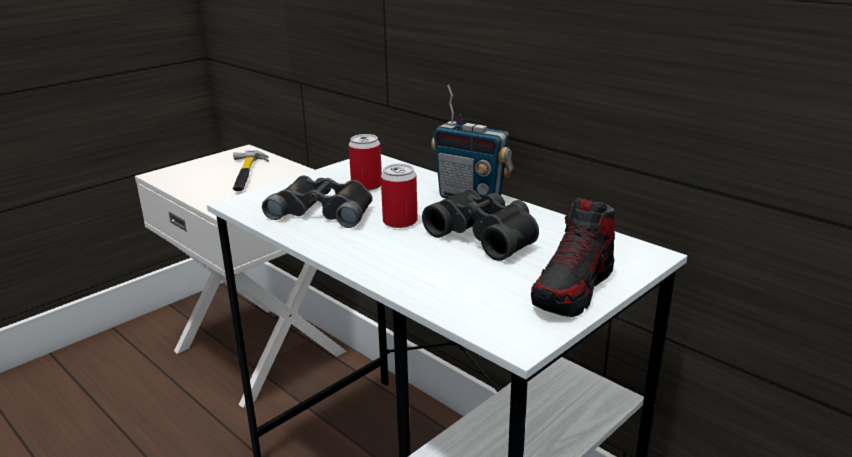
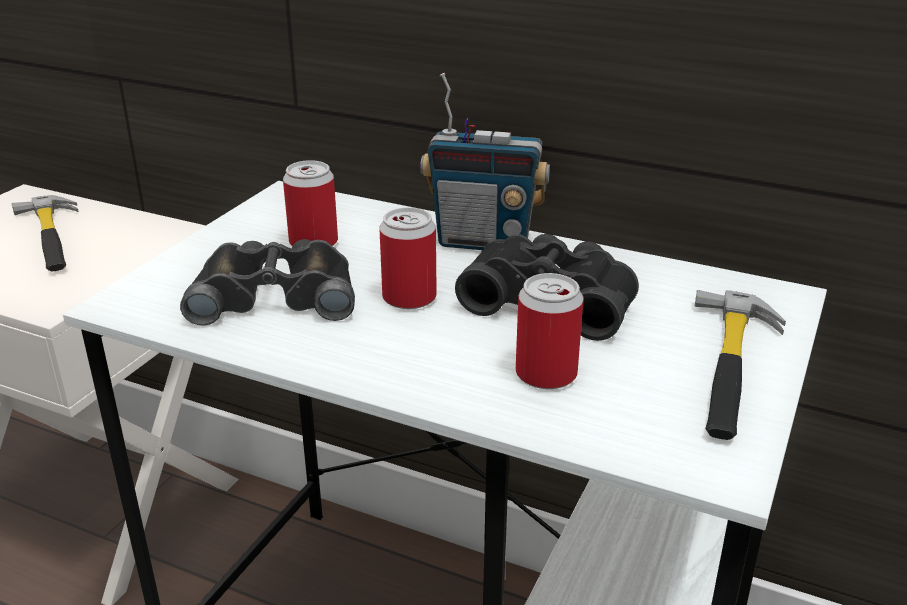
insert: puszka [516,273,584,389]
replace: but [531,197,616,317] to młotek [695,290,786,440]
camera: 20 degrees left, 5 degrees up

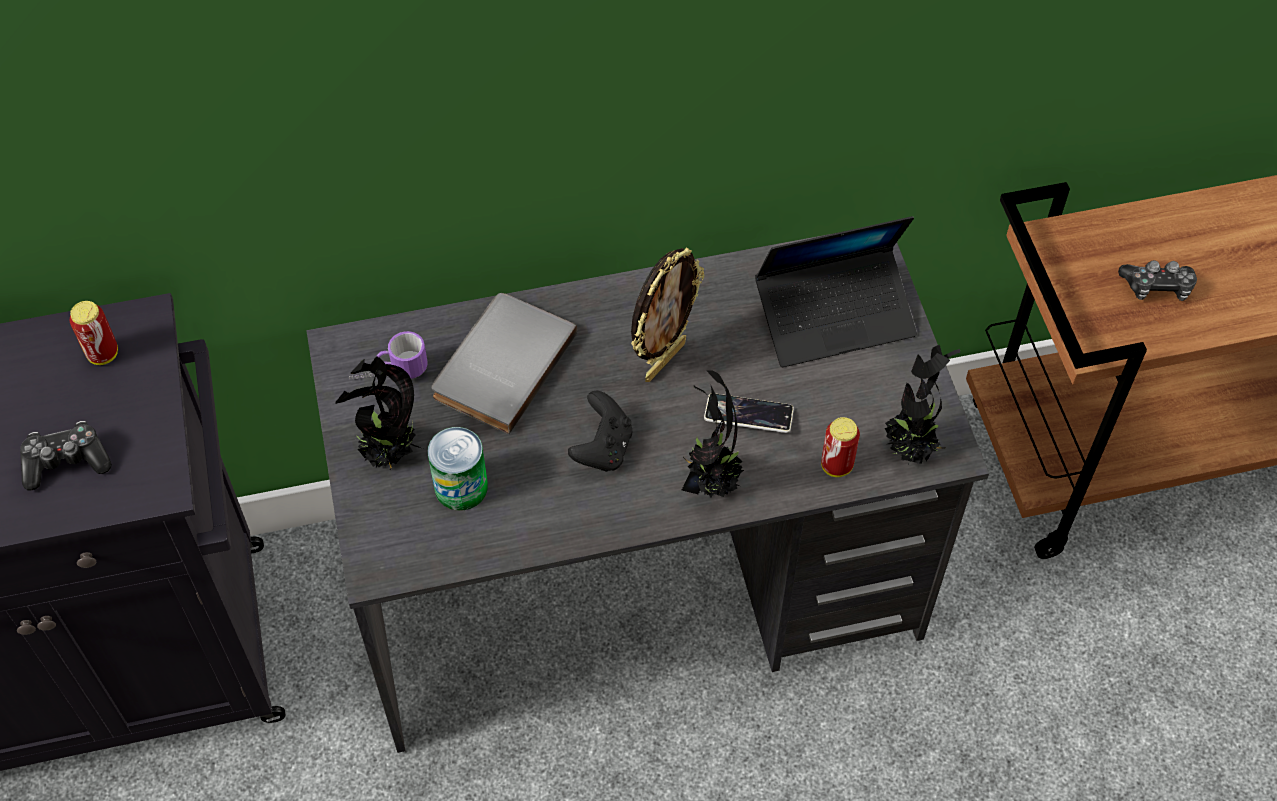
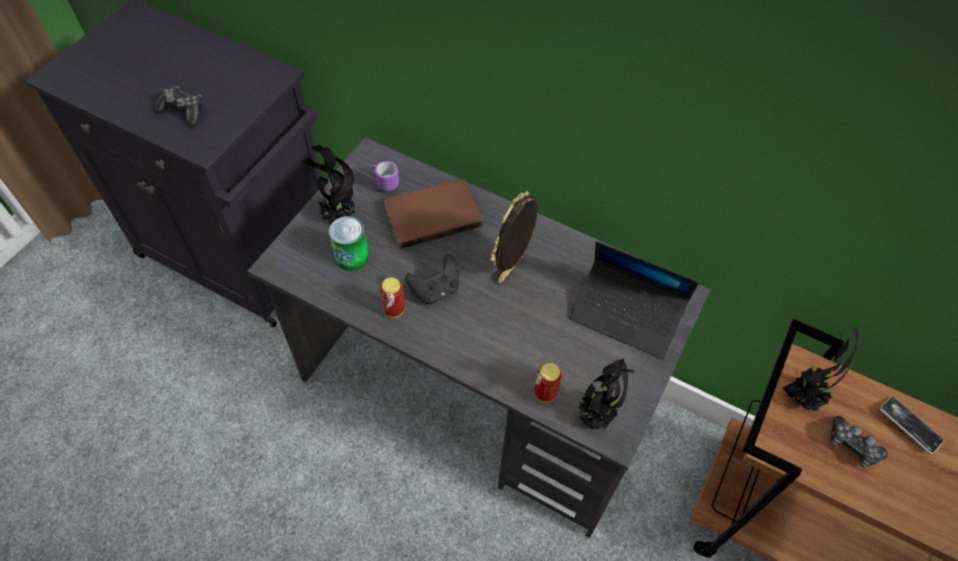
move: puszka [70,301,118,365] to [380,278,405,318]; roślina doniczkowa [682,370,744,497] to [783,327,859,411]; telefon [704,393,794,433] to [880,397,944,454]
recolor: książka [szary] [431,293,578,434] to książka [brązowy] [384,179,483,249]
rotate: ramka na zdjęcie [631,248,704,382] = [490,191,537,283] 135 degrees clockwise
camera: 40 degrees right, 0 degrees up

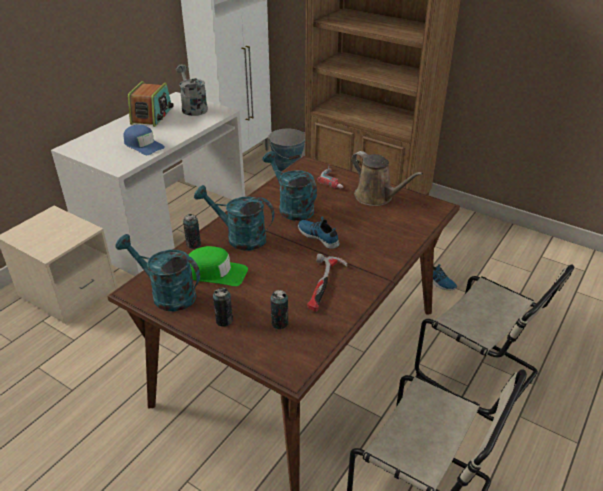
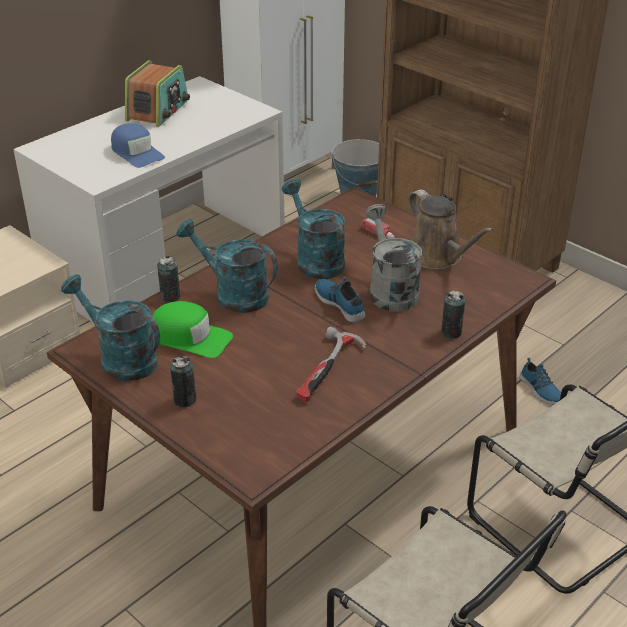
move: konewka [szary] [176,64,208,116] to [365,204,422,312]; puszka [270,290,288,329] to [441,290,465,339]
camera: 10 degrees right, 0 degrees up

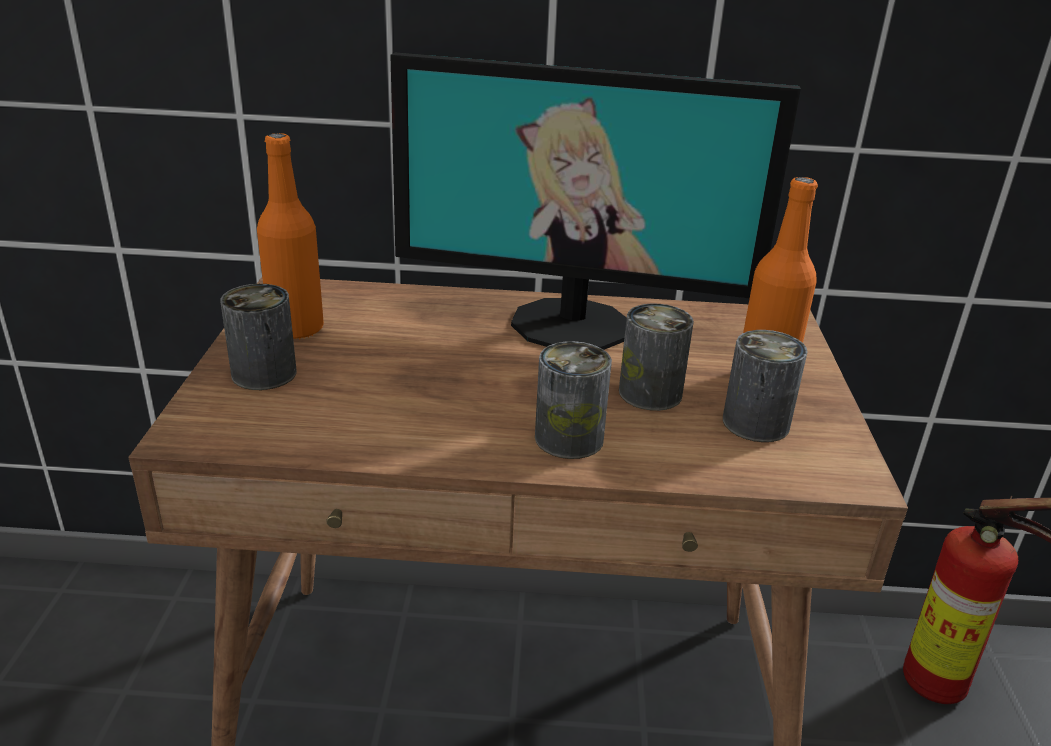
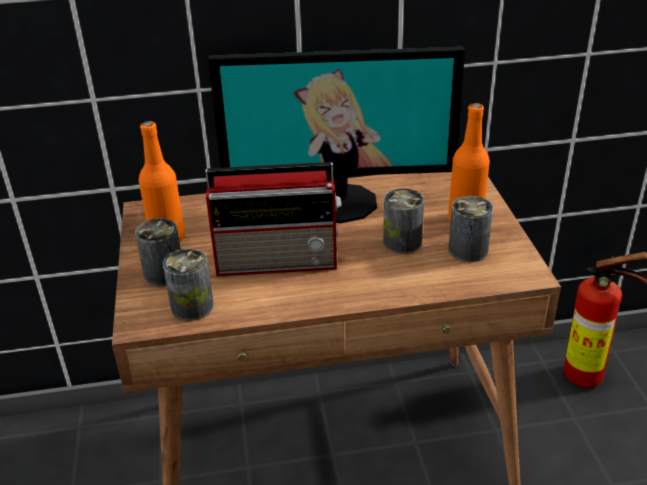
insert: radio [205,162,342,276]
move: puszka [535,341,612,459] to [163,248,214,321]
camera: 10 degrees left, 5 degrees up

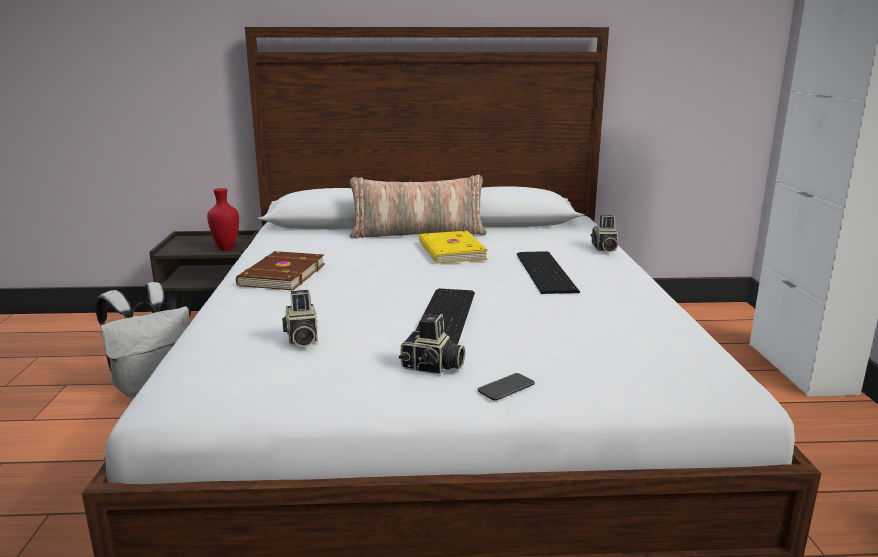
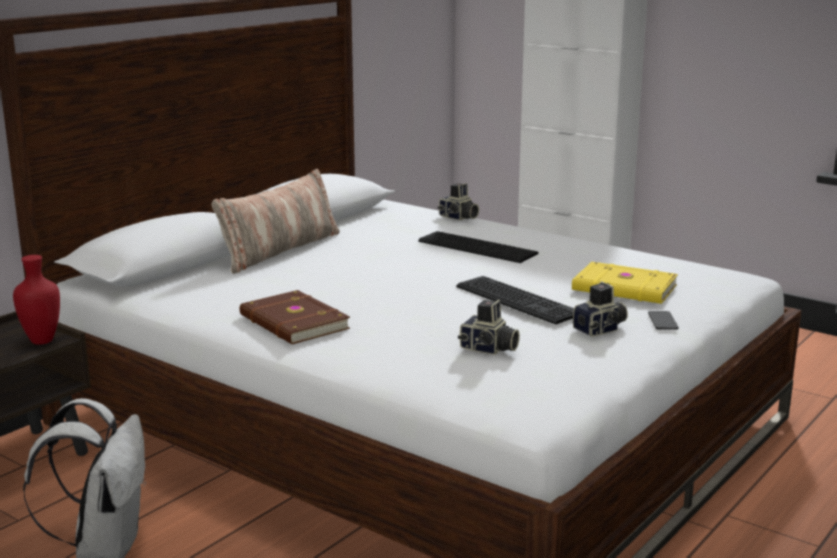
move: książka [żółty] [419,231,488,264] to [572,262,678,304]
camera: 50 degrees left, 0 degrees up

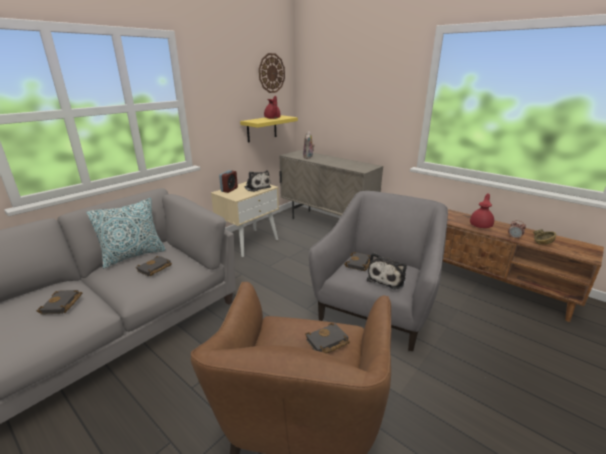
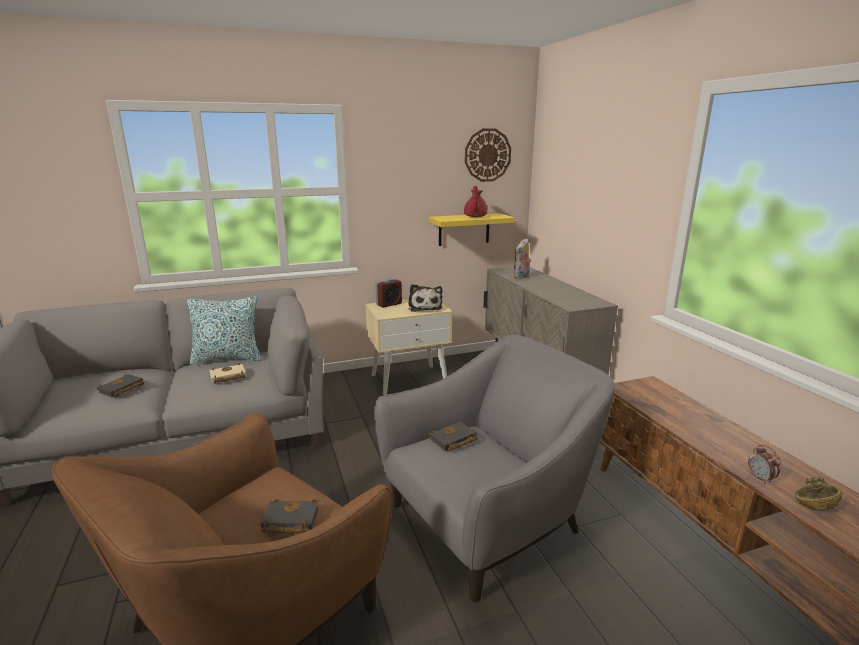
delete: imbryk [czerwony] [470,193,494,228]; pluszak [367,253,407,290]
recolor: książka [czarny] [136,256,172,276] to książka [beżowy] [209,364,246,384]
camera: 30 degrees right, 5 degrees down

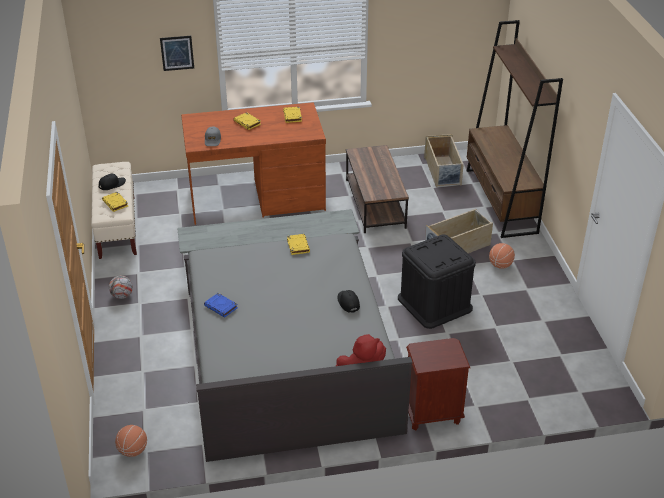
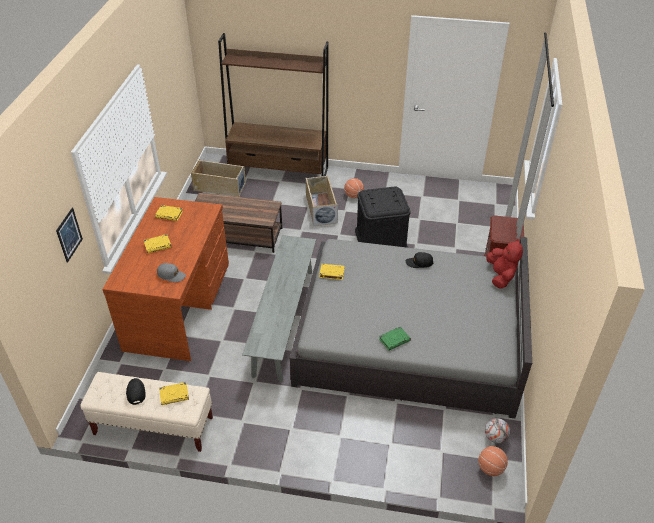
move: piłka futbolowa [109,275,133,299] to [485,418,510,444]
recolor: książka [niebieski] [204,293,238,318] to książka [zielony] [379,327,411,351]
camera: 70 degrees left, 5 degrees up

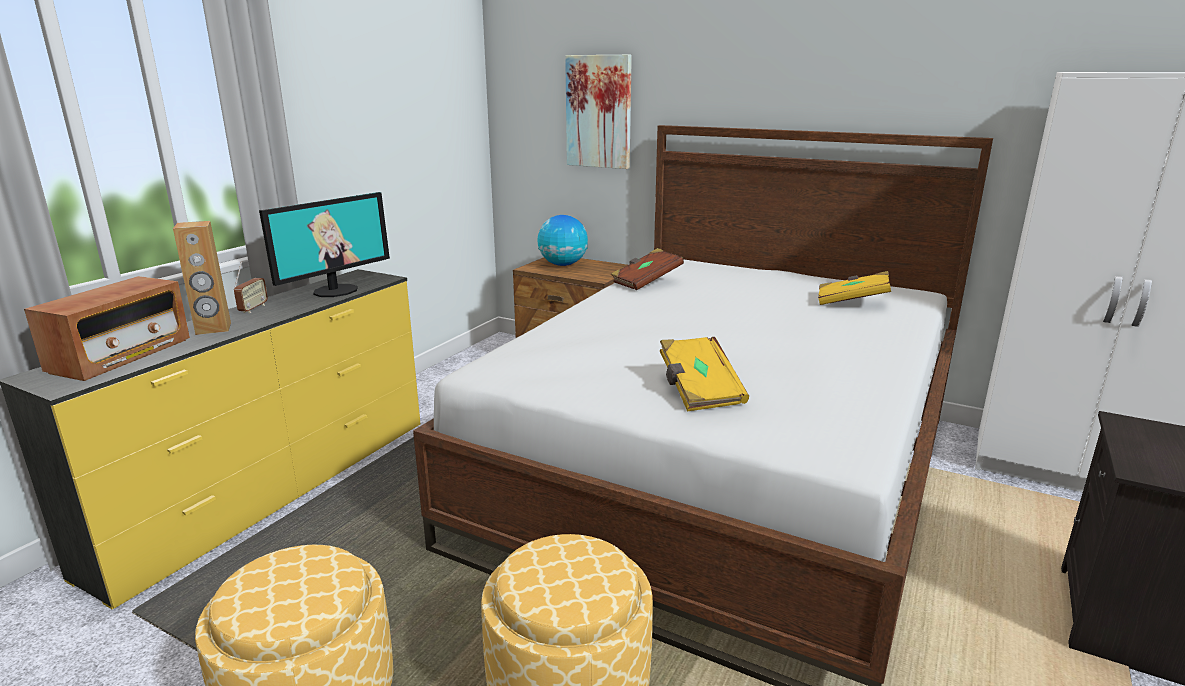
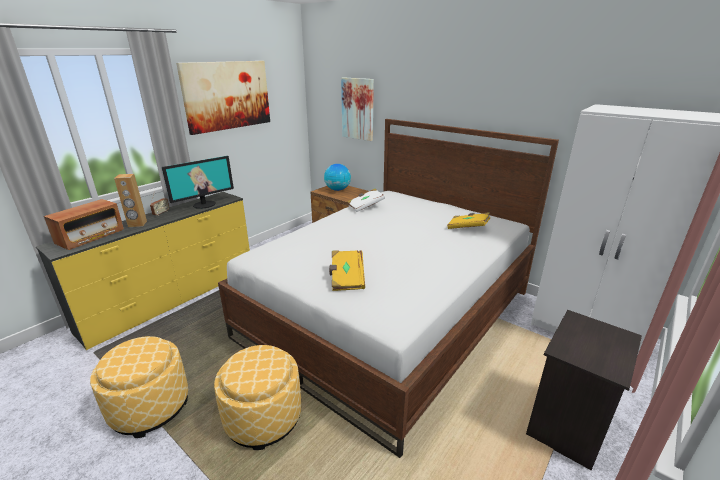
insert: obraz [176,61,270,135]
recolor: książka [brązowy] [611,248,684,290] to książka [biały] [347,189,385,212]
camera: 10 degrees right, 5 degrees up

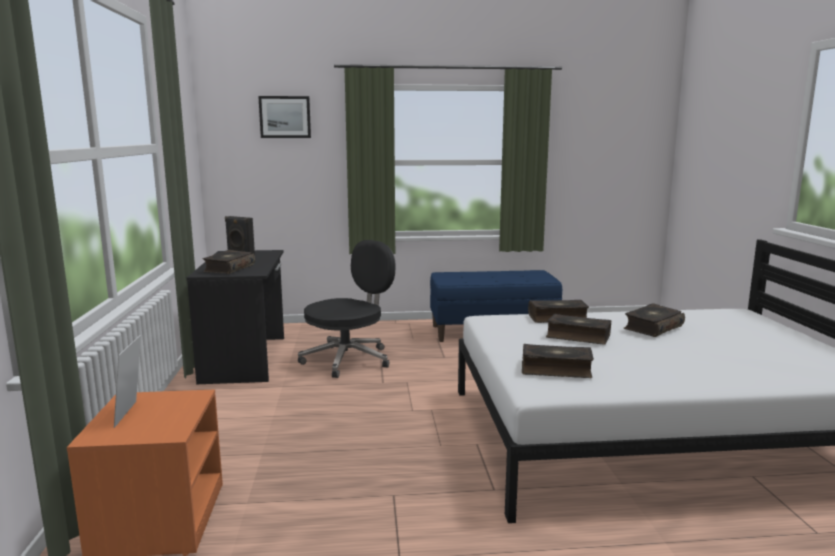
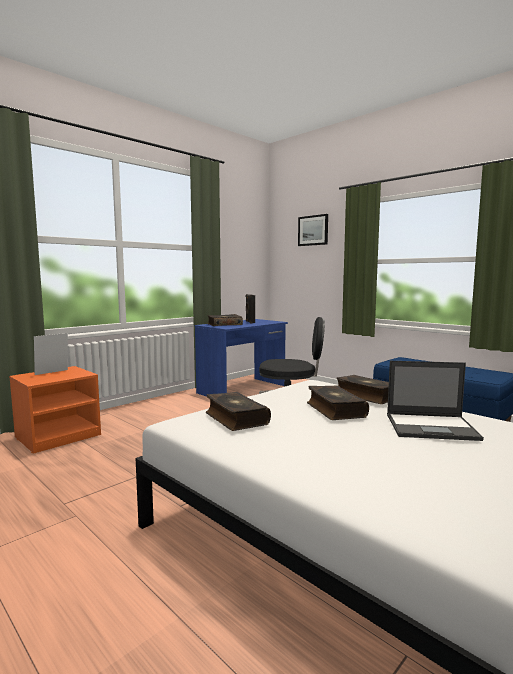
replace: książka [624,303,685,337] to laptop [387,361,484,441]
recolor: biurko [czarny] [187,250,284,384] to biurko [niebieski] [195,319,288,397]
camera: 50 degrees right, 5 degrees down

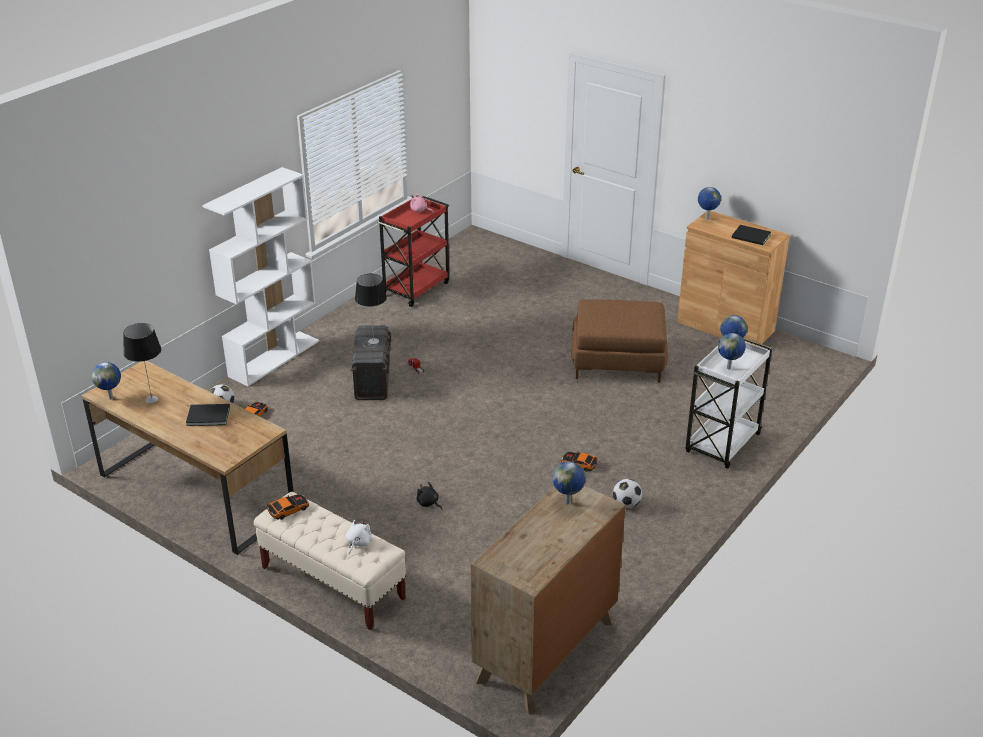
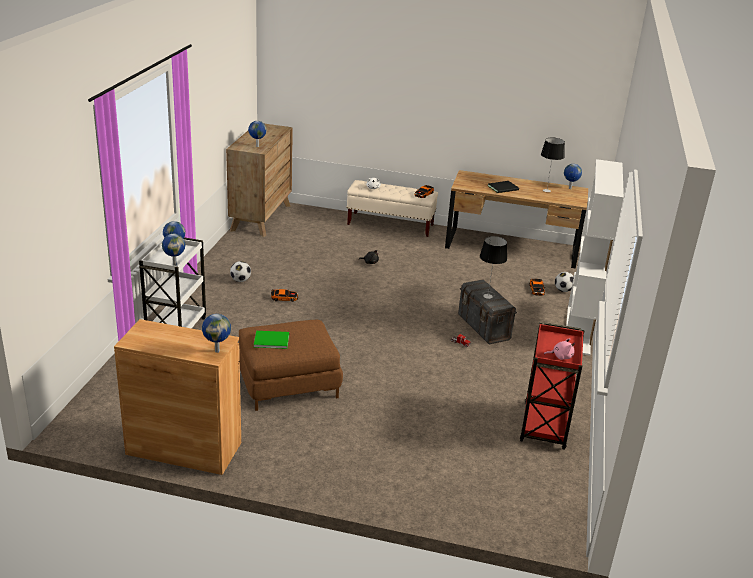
delete: książka [czarny] [732,225,771,245]
insert: książka [zielony] [254,331,289,349]
camera: 155 degrees right, 5 degrees down

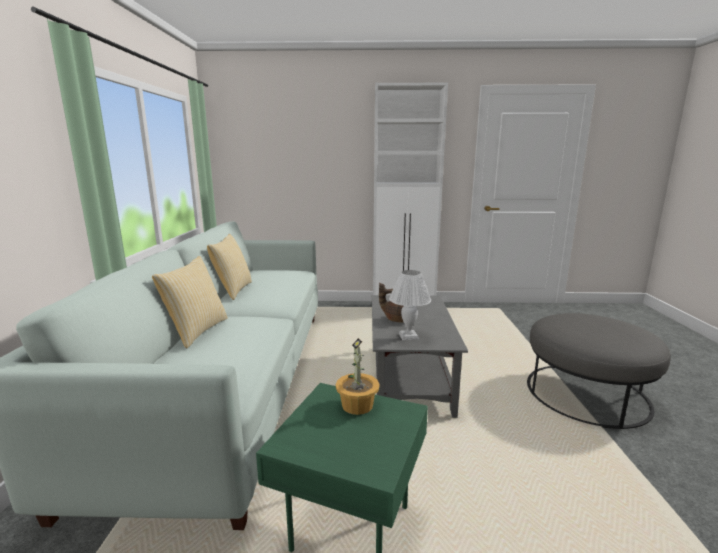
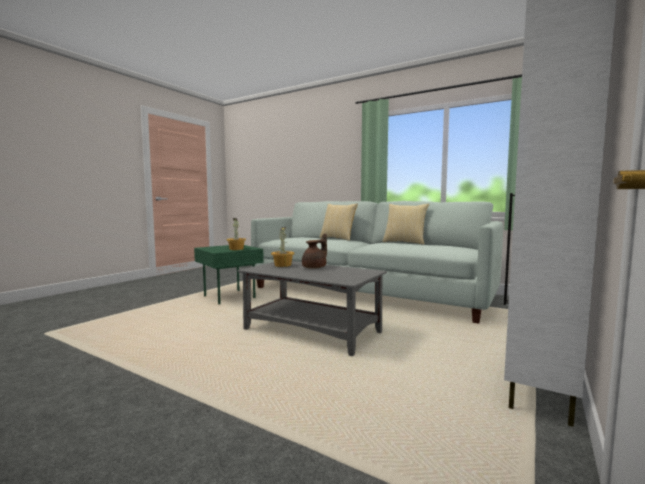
delete: pufa [szary] [527,313,671,429]
replace: lampa stołowa [biały] [389,270,431,341] to roślina doniczkowa [271,227,294,267]
camera: 120 degrees right, 10 degrees down

